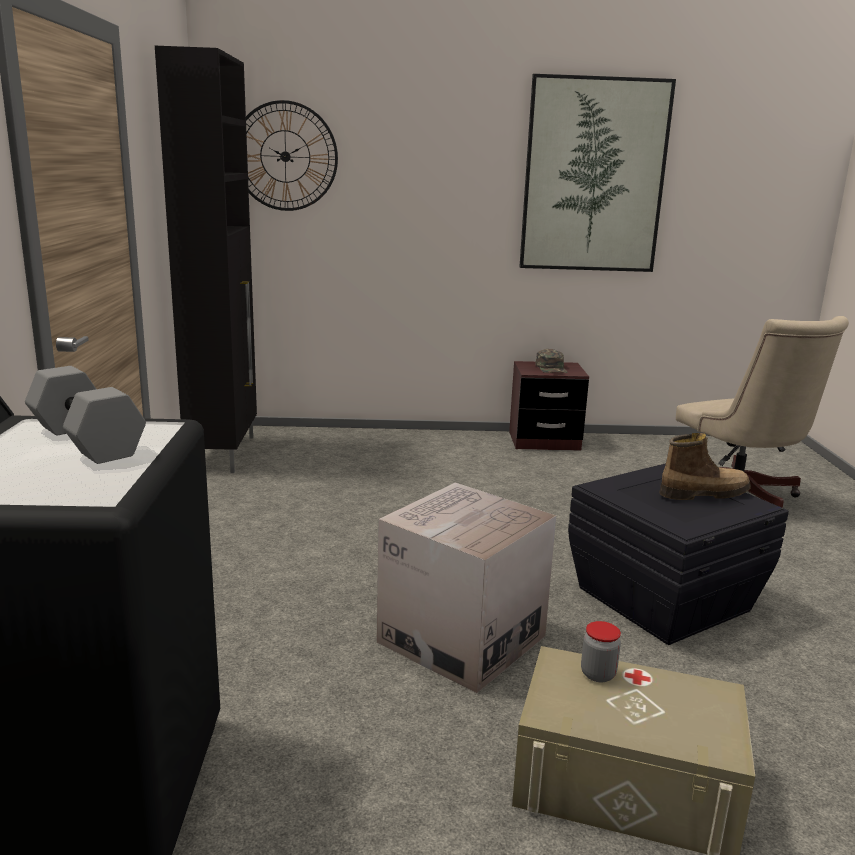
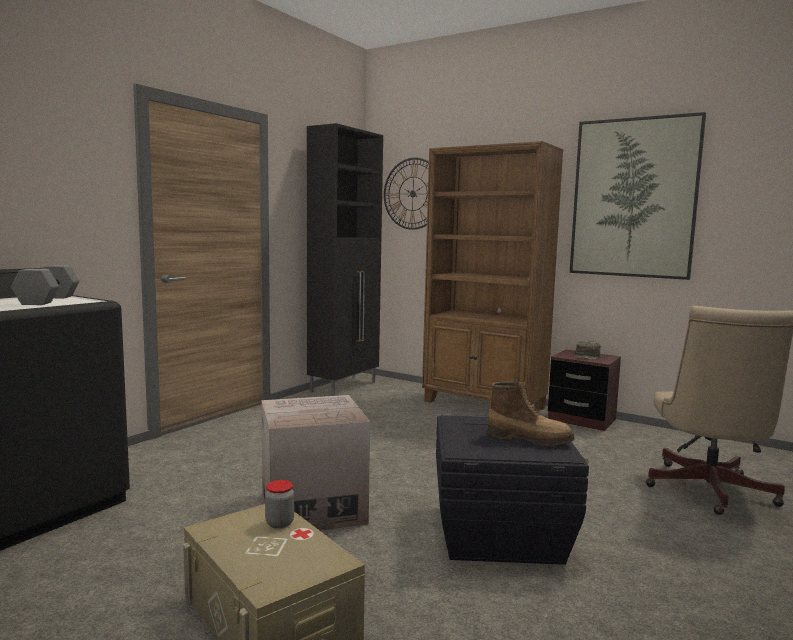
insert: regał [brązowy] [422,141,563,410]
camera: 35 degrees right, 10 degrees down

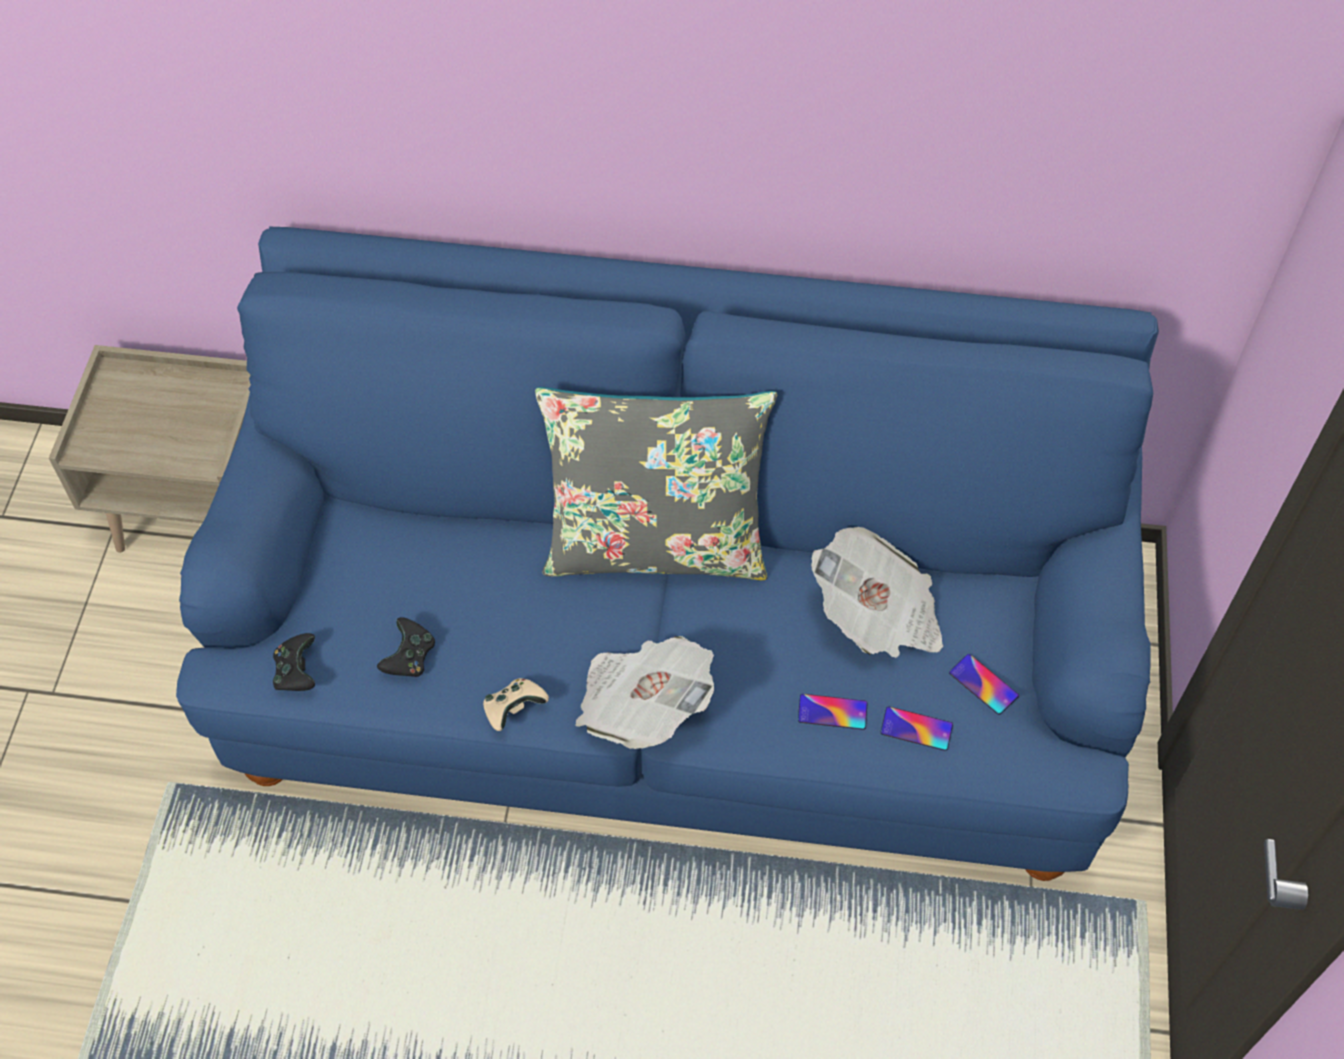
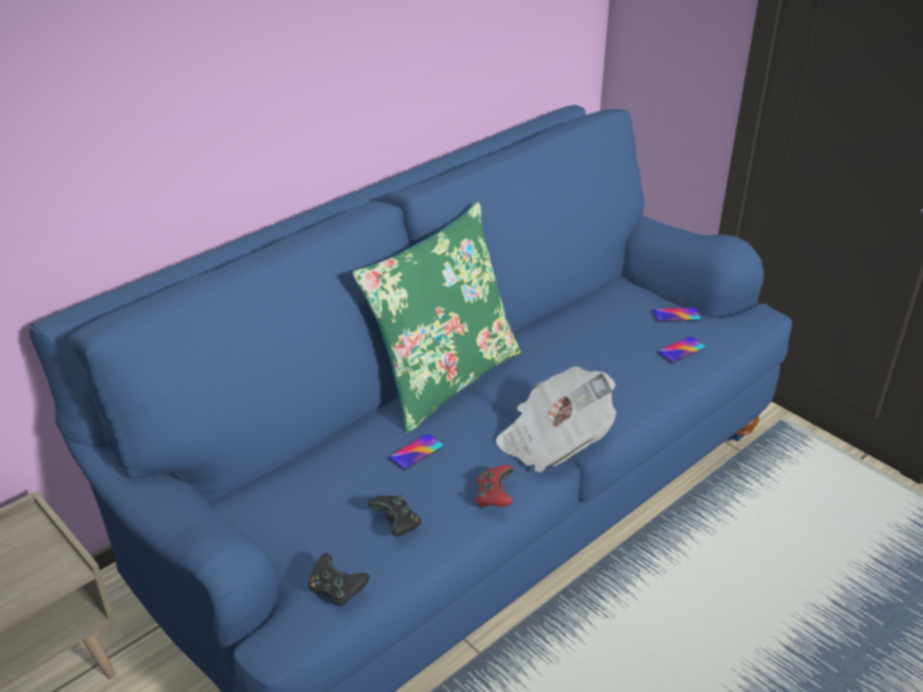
delete: gazeta [811,527,943,658]
move: telefon [798,694,868,730] to [388,433,444,470]
recolor: poduszka [szary] [535,387,777,580] to poduszka [zielony] [352,202,521,433]; pad do gier [beżowy] [483,678,549,731] to pad do gier [czerwony] [476,465,514,507]
camera: 50 degrees left, 20 degrees down

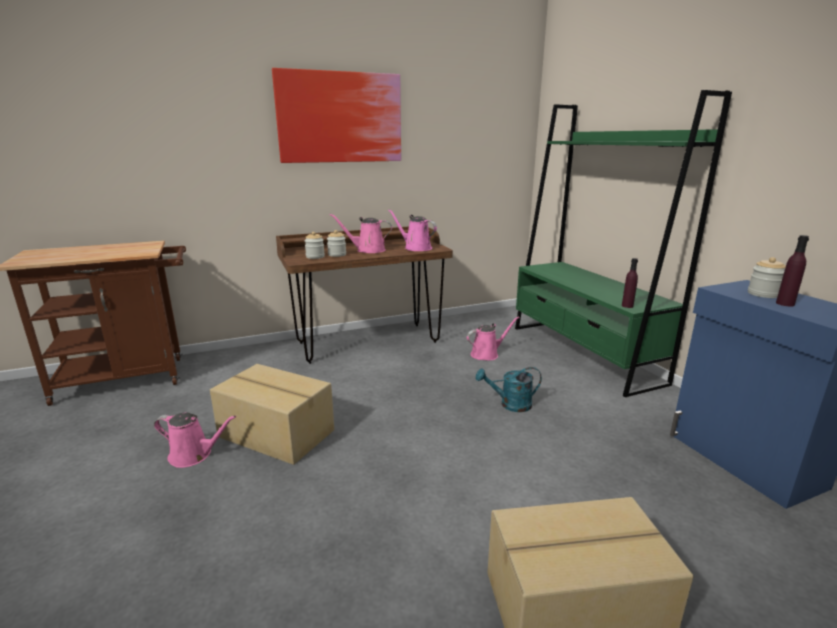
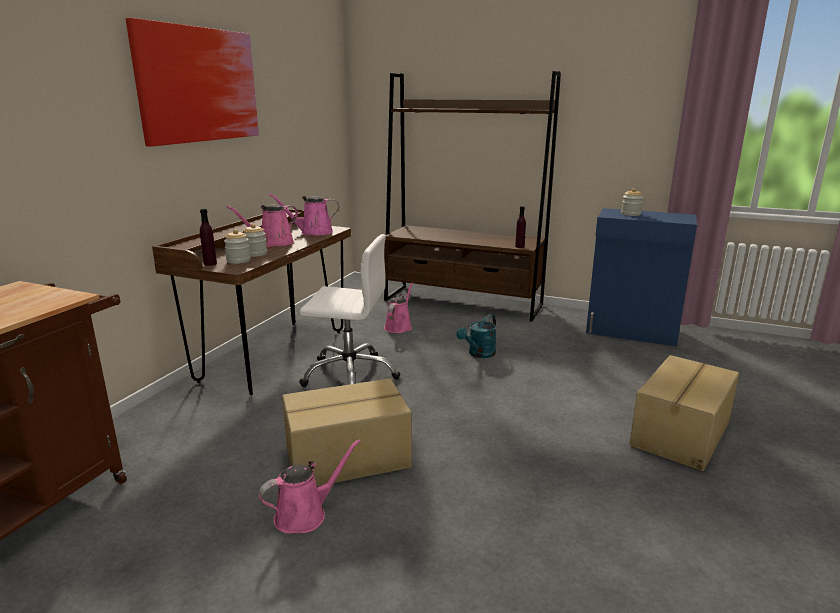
insert: krzesło biurowe [biały] [299,234,400,387]
move: butelka [fioletowy] [776,235,809,307] to [200,208,217,266]
recolor: regał [zielony] [515,90,732,397] to regał [brązowy] [384,71,561,322]
camera: 45 degrees left, 0 degrees up

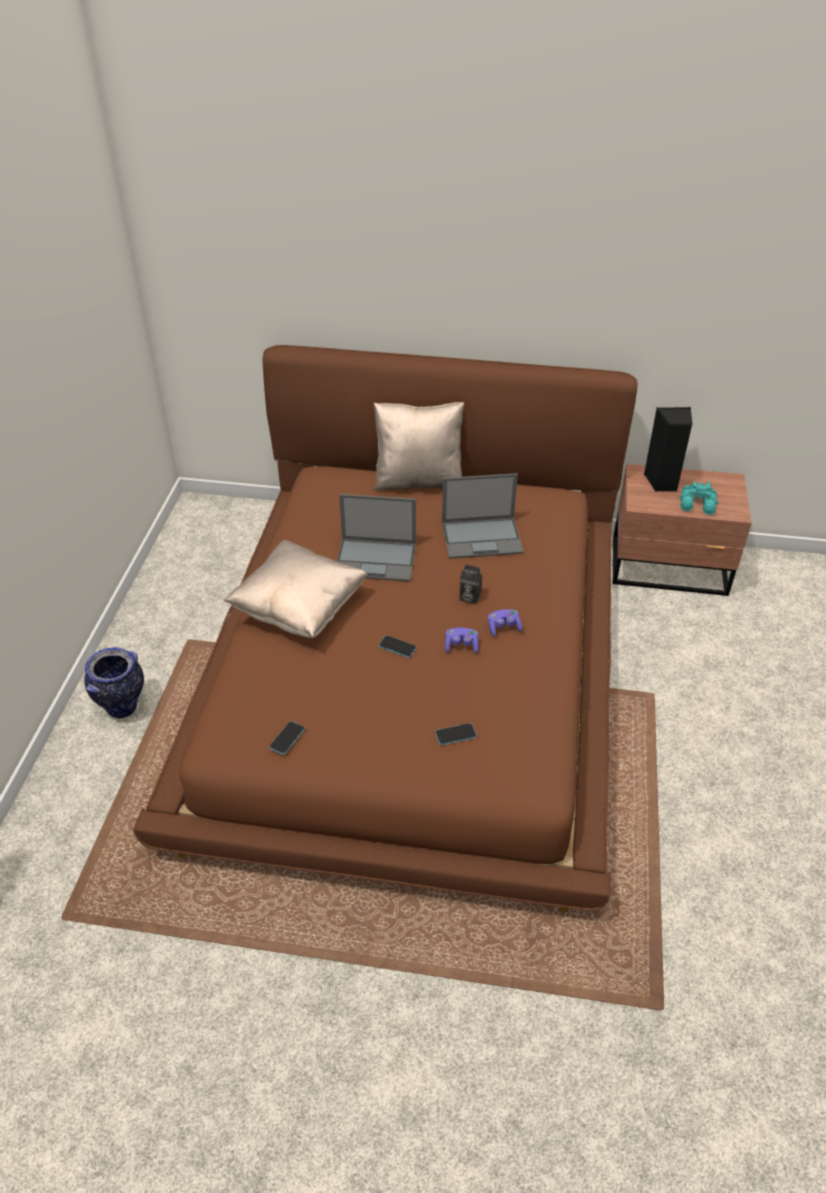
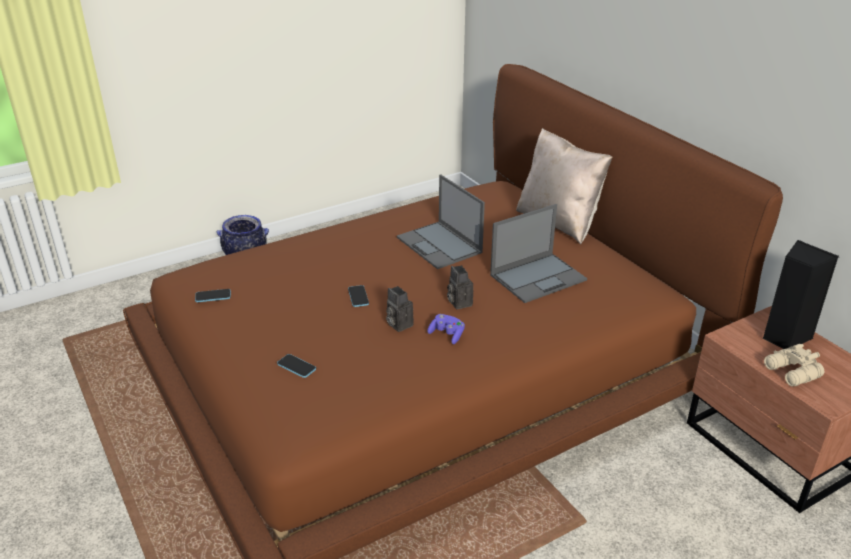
delete: poduszka [beżowy] [224,540,368,638]
replace: pad do gier [fioletowy] [445,628,479,654] to aparat fotograficzny [386,286,414,332]
recolor: lornetka [turkusowy] [679,481,719,515] to lornetka [beżowy] [764,344,824,387]
rotate: laptop [442,473,524,559] = [490,204,587,303] 75 degrees counterclockwise
camera: 50 degrees right, 10 degrees down

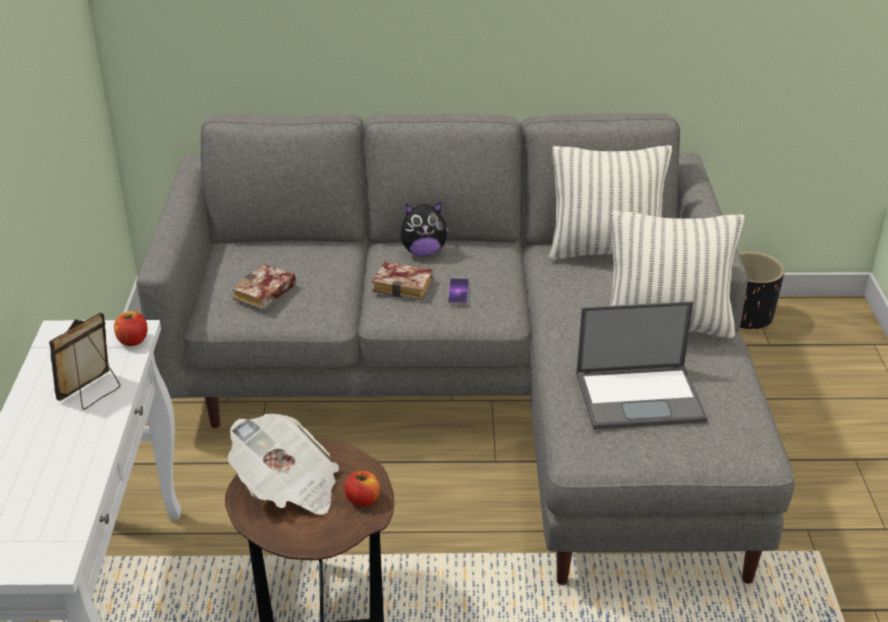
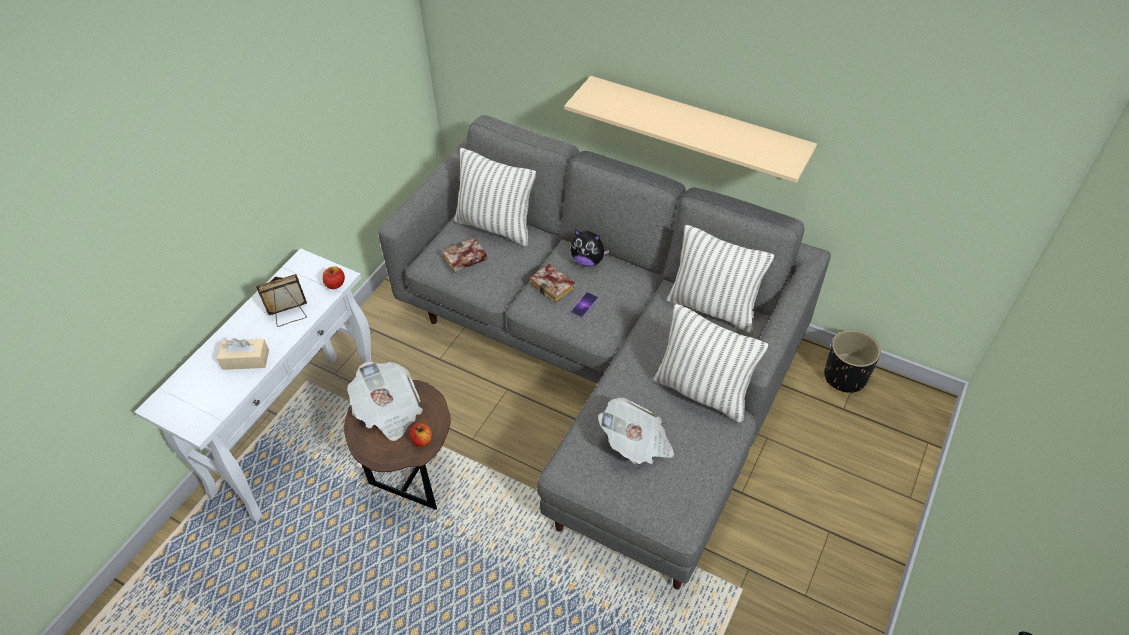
insert: półka [beżowy] [564,76,817,183]; poduszka [454,148,536,246]; pudełko chusteczek [beżowy] [217,338,269,370]
replace: laptop [576,301,708,430] to gazeta [598,398,675,464]
camera: 30 degrees right, 15 degrees up

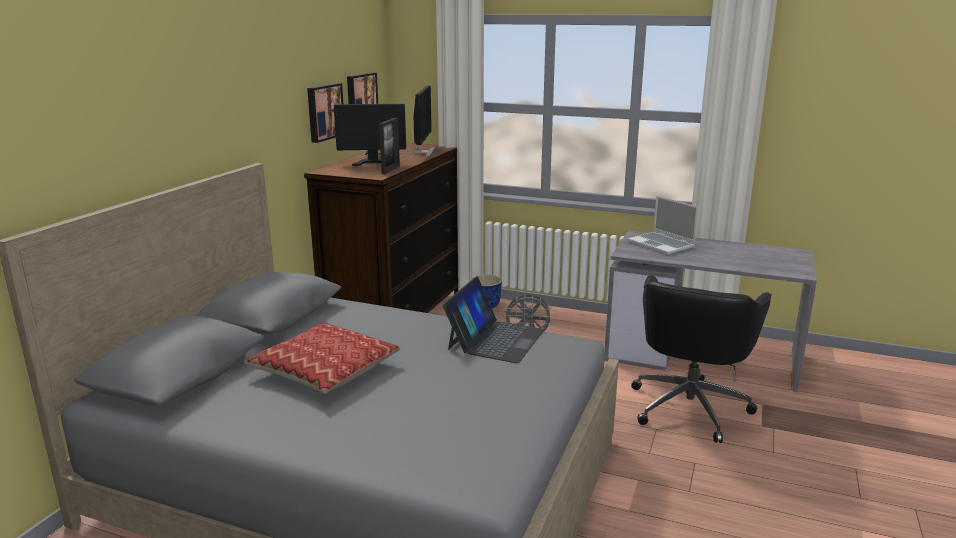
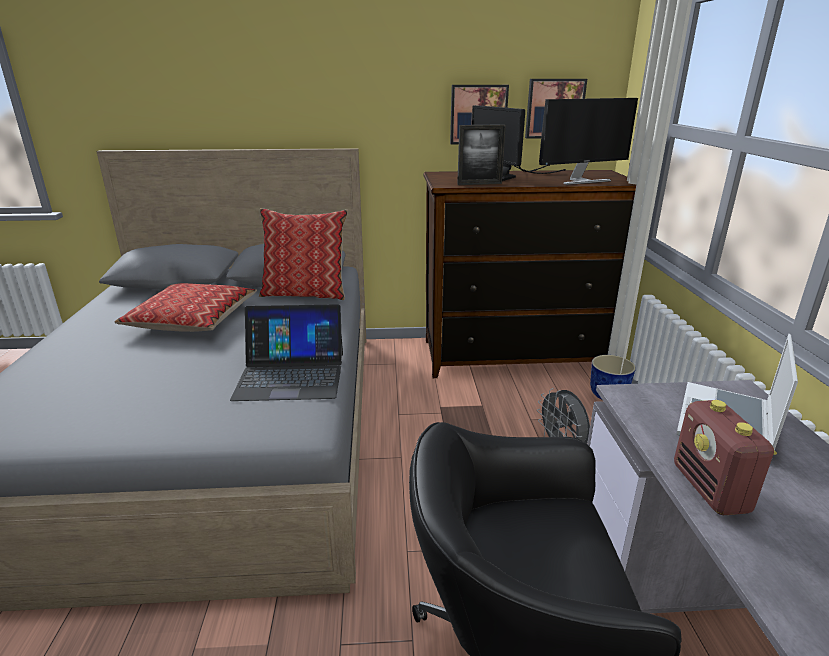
insert: poduszka [259,208,348,300]; radio [674,400,777,515]
camera: 65 degrees right, 5 degrees up

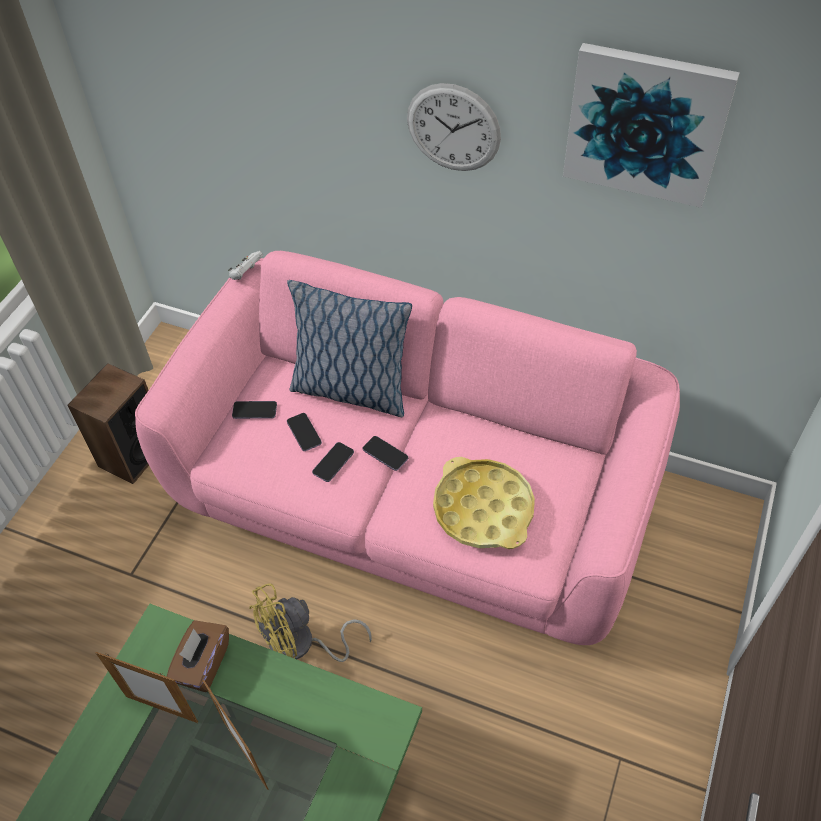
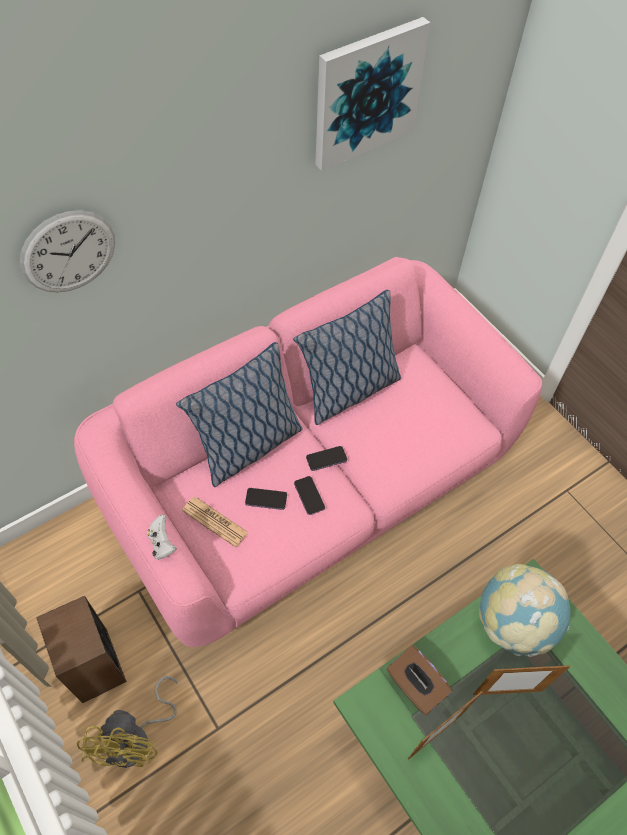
delete: taca [żółty] [433,457,535,549]
insert: poduszka [293,290,401,425]; globus [479,564,571,657]
move: zegar ścienny [407,83,501,171] to [20,210,115,292]; pad do gier [biały] [228,251,263,280] to [147,515,177,560]; wentylator [żółty] [249,583,372,662] to [77,676,177,768]
replace: telefon [232,401,277,419] to gazeta [182,497,249,547]
camera: 60 degrees left, 5 degrees up

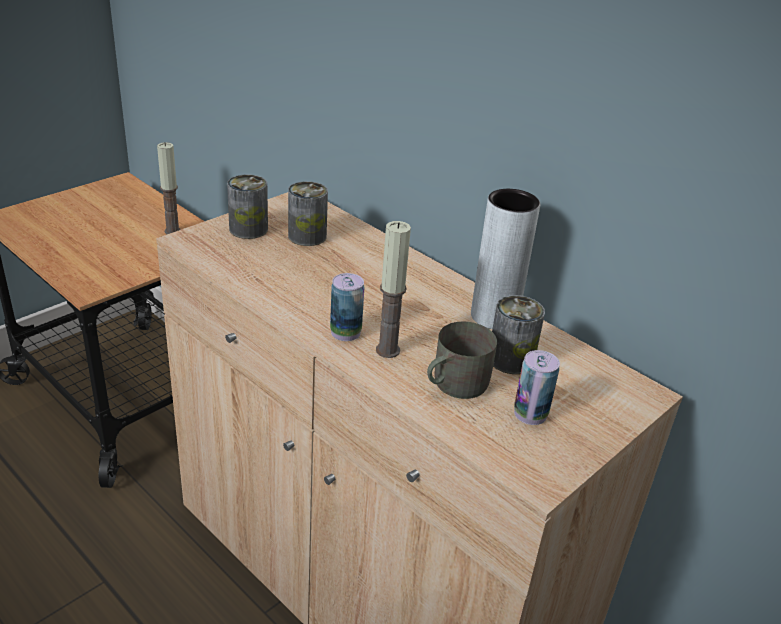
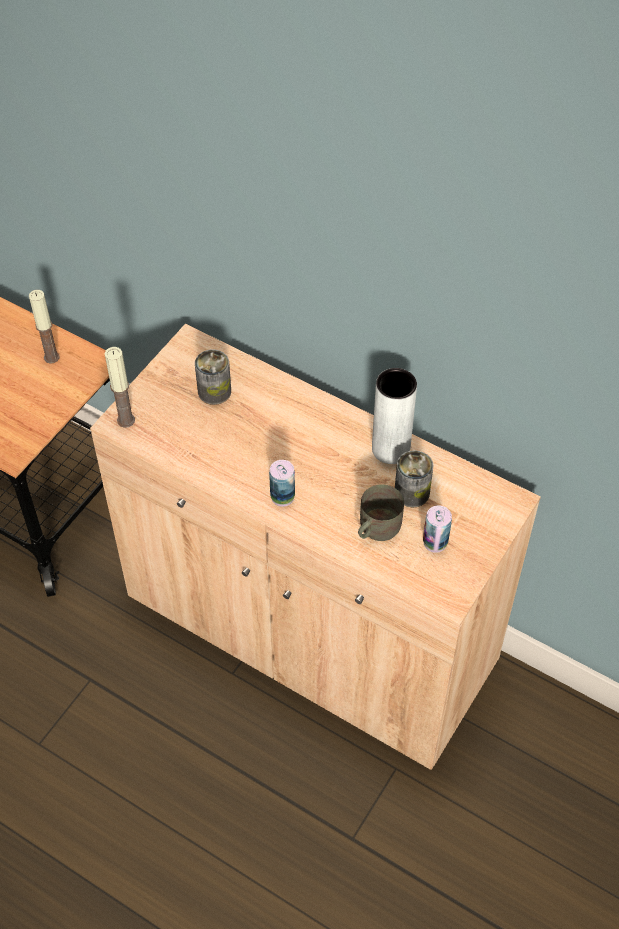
delete: puszka [227,174,268,239]
move: świeca [376,221,411,358] to [105,347,135,428]
camera: 10 degrees left, 20 degrees up

